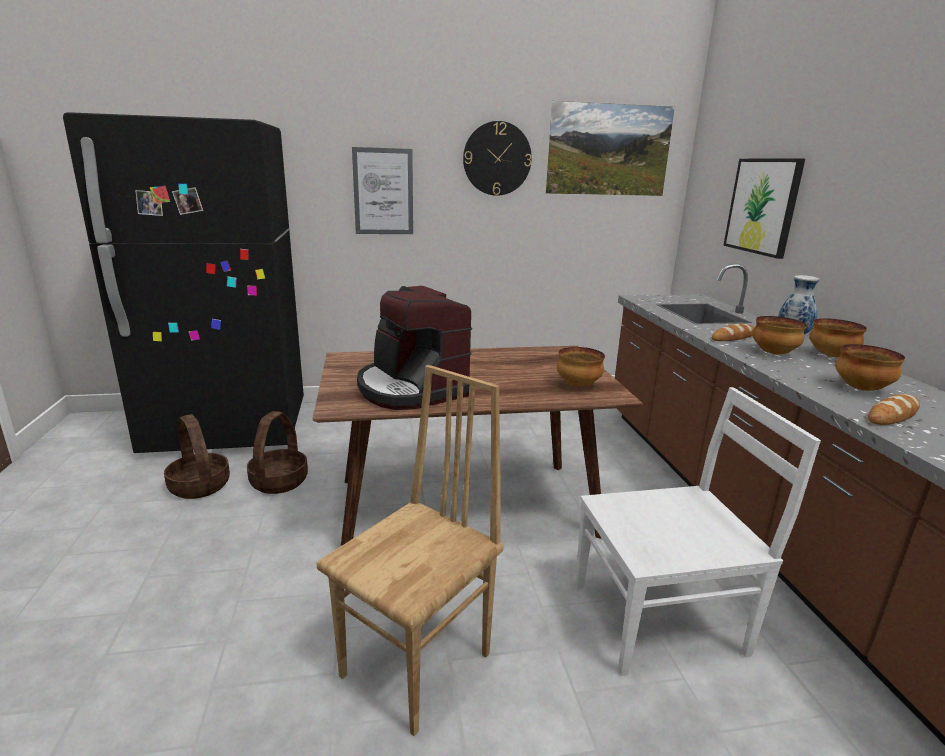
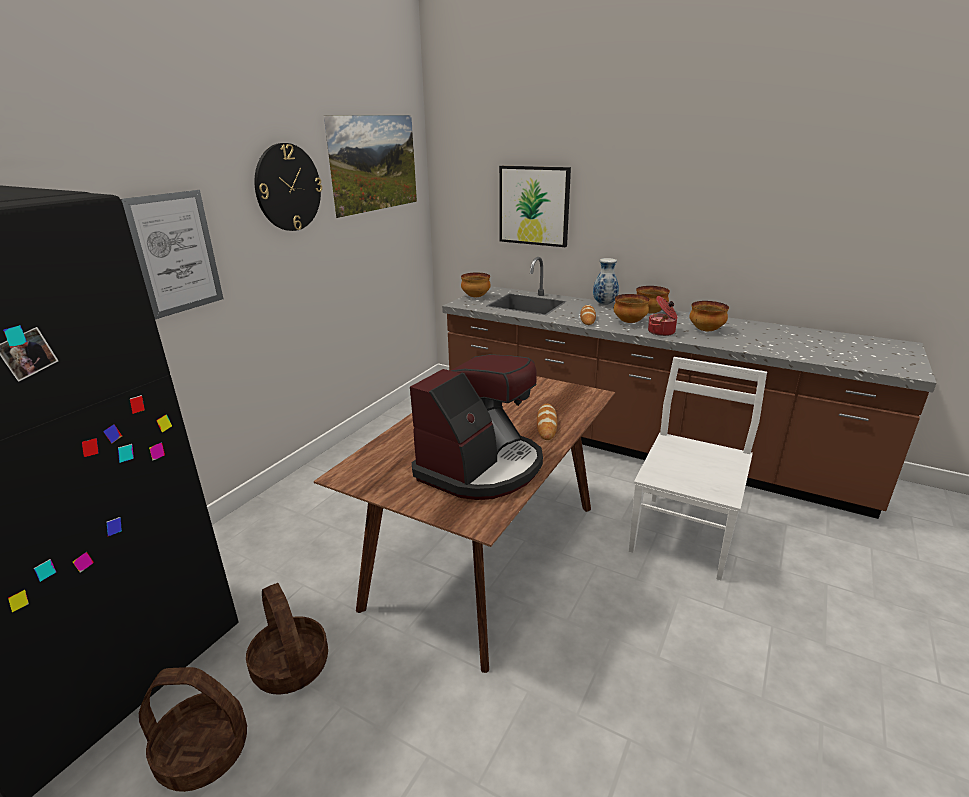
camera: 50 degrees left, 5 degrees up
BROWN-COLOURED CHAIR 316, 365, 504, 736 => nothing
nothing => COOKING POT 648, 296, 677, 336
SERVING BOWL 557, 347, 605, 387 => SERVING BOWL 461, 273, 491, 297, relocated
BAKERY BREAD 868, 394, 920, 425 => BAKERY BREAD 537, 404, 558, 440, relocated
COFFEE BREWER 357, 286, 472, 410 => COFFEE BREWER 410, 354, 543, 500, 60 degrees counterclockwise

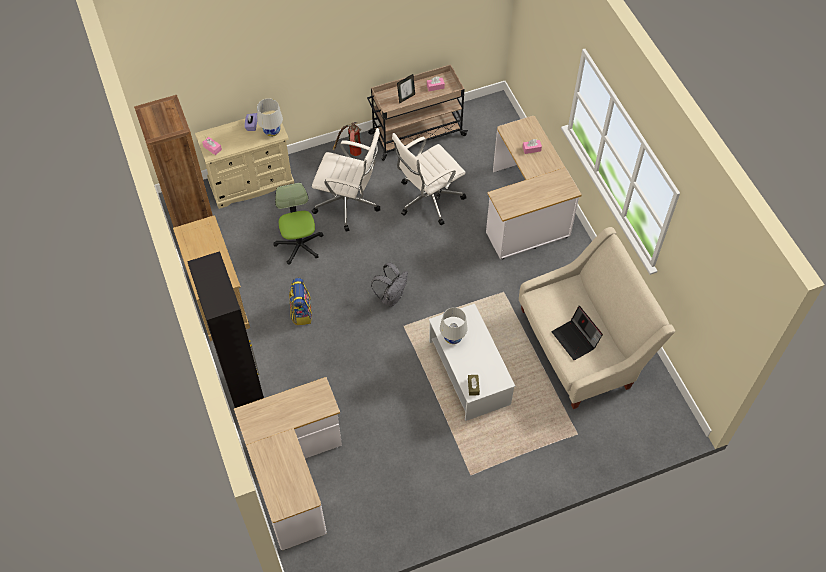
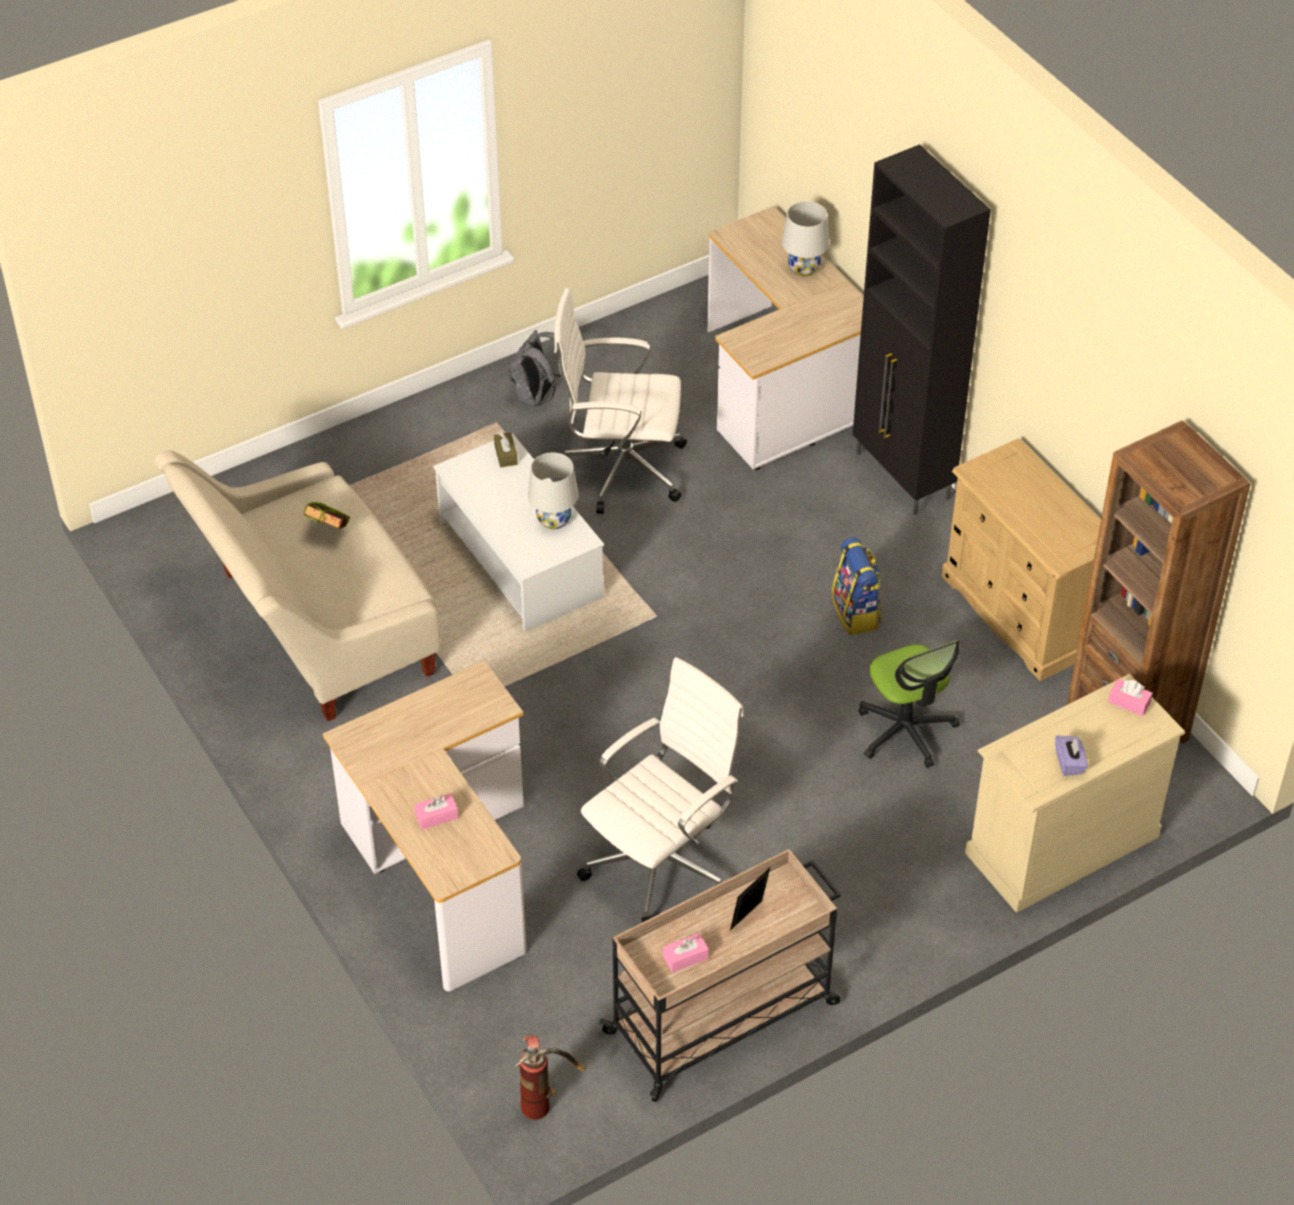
camera: 170 degrees right, 10 degrees down
WHITE-COLOURED LAMP FOR A TABLE 257, 99, 283, 137 => WHITE-COLOURED LAMP FOR A TABLE 782, 201, 829, 276, relocated
WHITE-COLOURED DESK CHAIR 312, 128, 380, 232 => WHITE-COLOURED DESK CHAIR 554, 288, 687, 514, relocated
EXTINGUISHER 333, 122, 361, 156 => EXTINGUISHER 516, 1035, 586, 1120, relocated
GREY BACKPACK 371, 263, 408, 307 => GREY BACKPACK 507, 330, 561, 407, relocated
NOTEBOOK COMPUTER 551, 306, 603, 360 => BOOK 303, 501, 350, 529

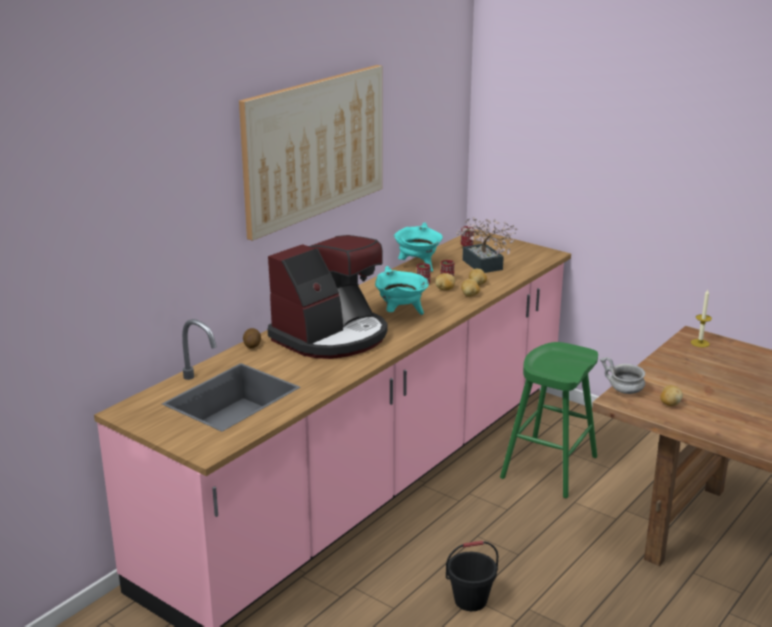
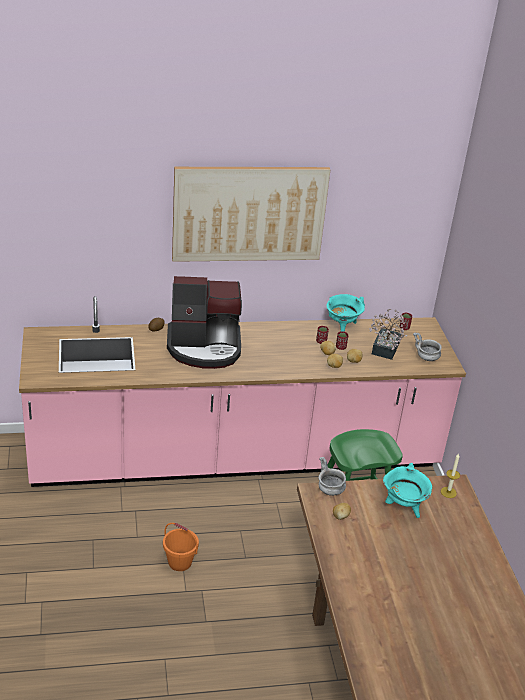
camera: 40 degrees right, 10 degrees up
nothing => GREY SERVING BOWL 413, 333, 442, 361
TURQUOISE-COLOURED COOKING POT 375, 266, 429, 315 => TURQUOISE-COLOURED COOKING POT 383, 463, 432, 518, relocated
BLACK PAIL 446, 541, 498, 611 => ORANGEY PAIL 163, 523, 199, 571

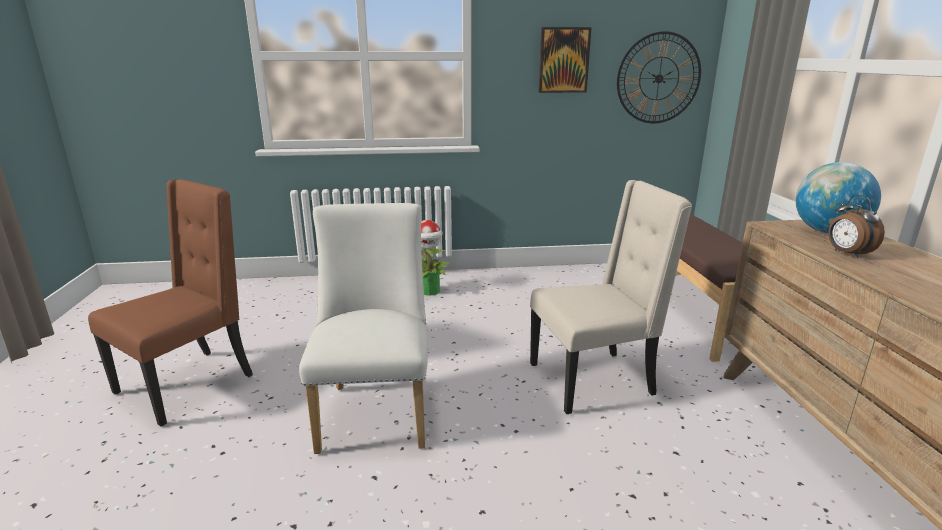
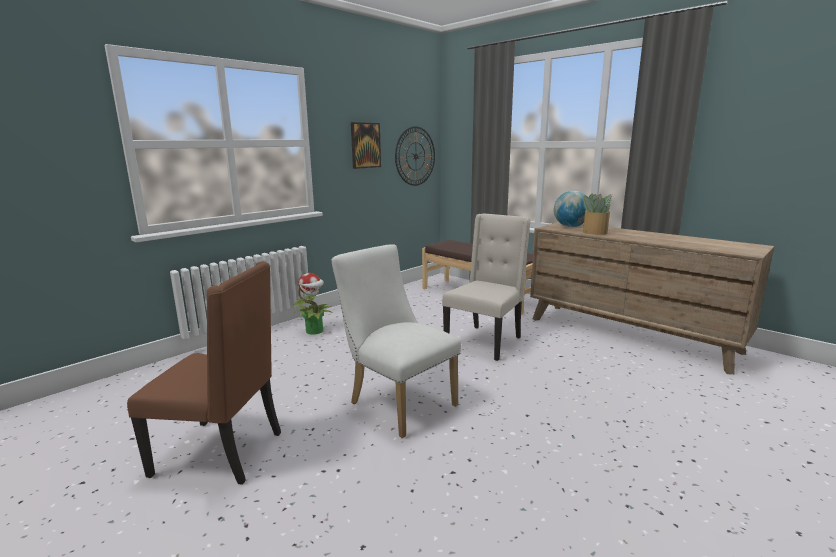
camera: 40 degrees left, 5 degrees down
BEDSIDE CLOCK 828, 195, 885, 258 => POTTED PLANT 583, 193, 612, 235
BROWN-COLOURED CHAIR 88, 179, 253, 427 => BROWN-COLOURED CHAIR 127, 262, 281, 485, 105 degrees clockwise

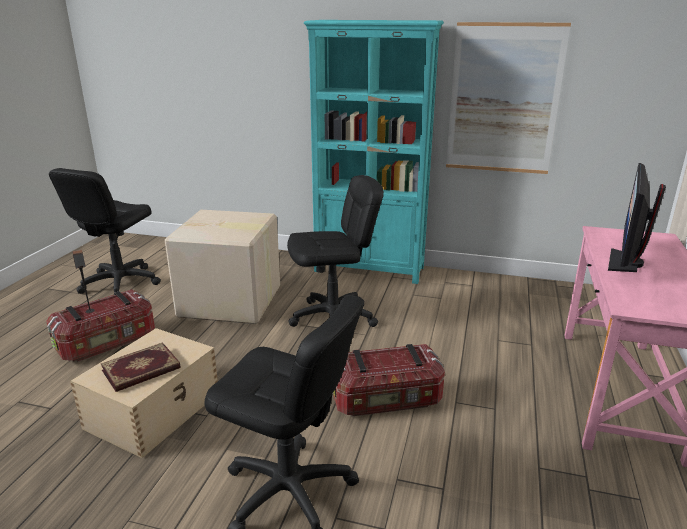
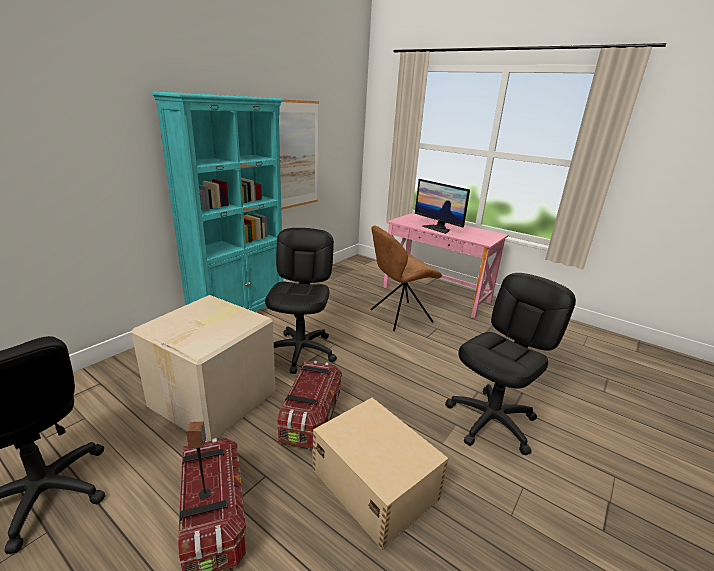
camera: 70 degrees left, 0 degrees up
BOOK 101, 342, 181, 392 => nothing
nothing => BROWN-COLOURED CHAIR 371, 225, 442, 331
STORAGE BOX 333, 344, 445, 416 => STORAGE BOX 278, 361, 342, 449, relocated

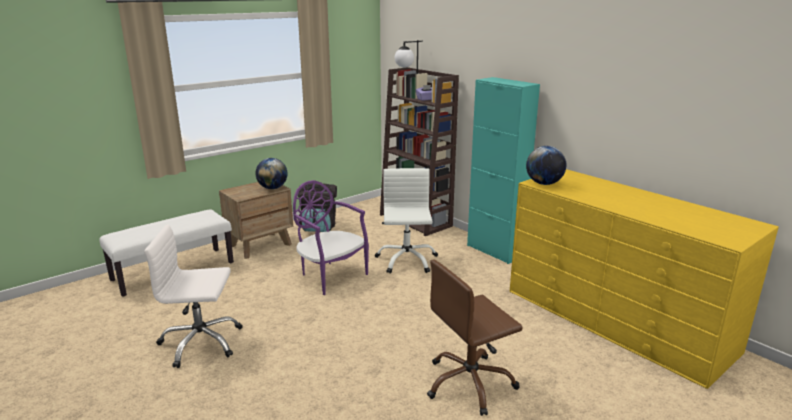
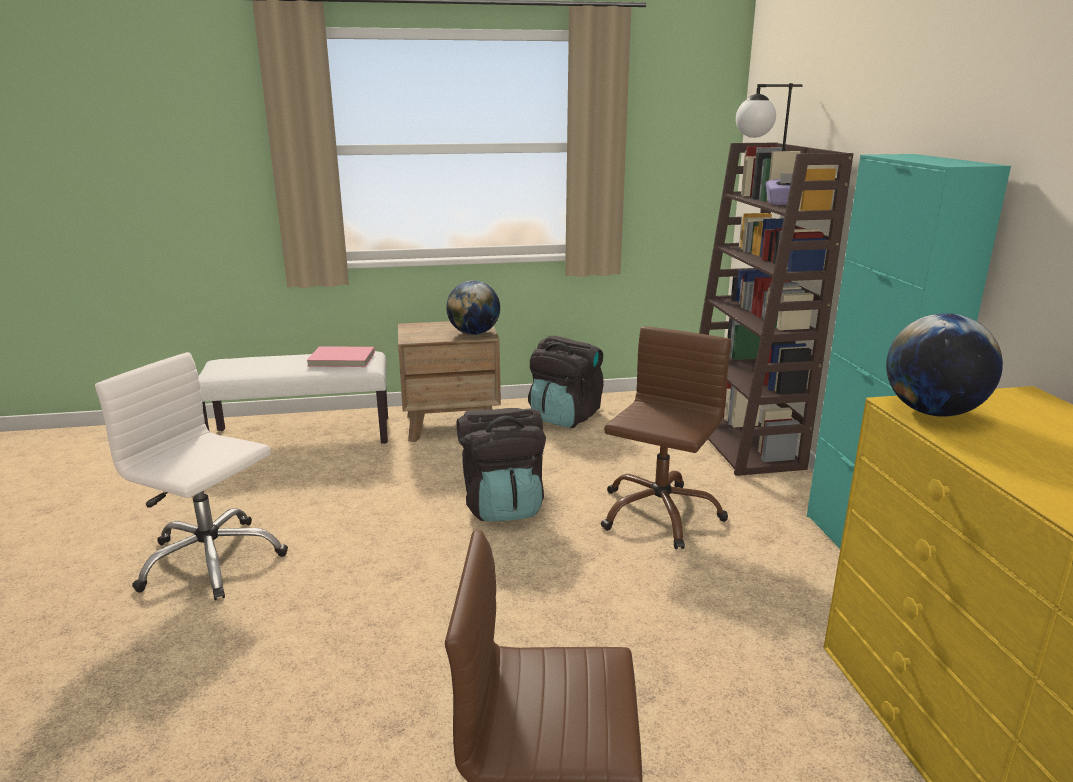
camera: 30 degrees right, 0 degrees up
nothing => PINKISH BOOK 307, 346, 375, 367
PURPLE-COLOURED CHAIR 293, 180, 369, 295 => BLACK BACKPACK 457, 408, 546, 521
WHITE-COLOURED DESK CHAIR 375, 168, 438, 274 => BROWN-COLOURED DESK CHAIR 601, 326, 731, 549

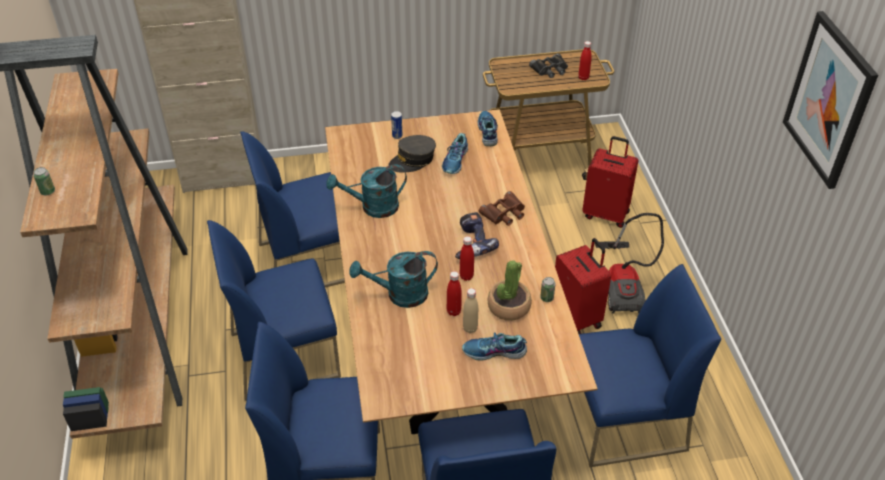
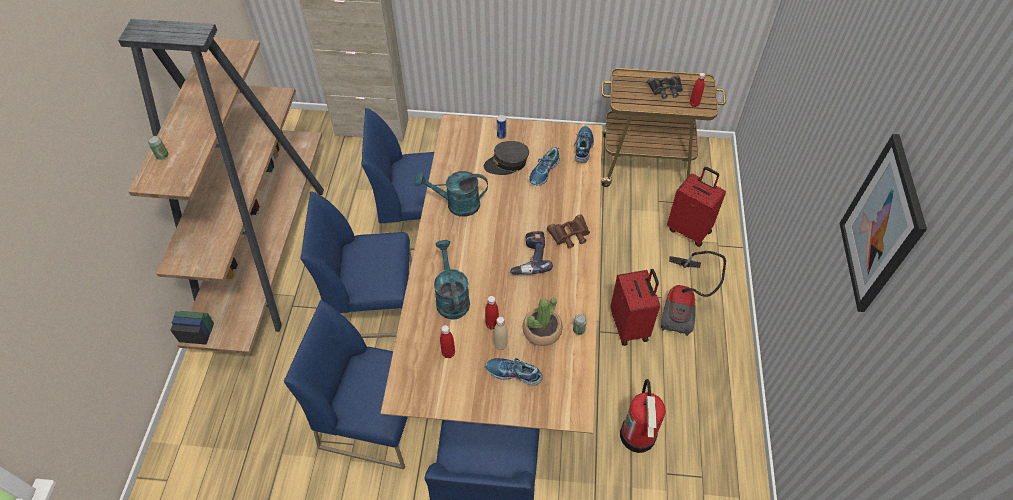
camera: 15 degrees right, 10 degrees up
RED-COLOURED BEVERAGE BOTTLE 460, 236, 474, 281 => RED-COLOURED BEVERAGE BOTTLE 440, 325, 455, 358, relocated
BLUISH CHAIR 579, 264, 721, 467 => EXTINGUISHER 620, 379, 666, 453
TURQUOISE-COLOURED WATERING POT 349, 251, 438, 308 => TURQUOISE-COLOURED WATERING POT 434, 240, 470, 320, 75 degrees clockwise

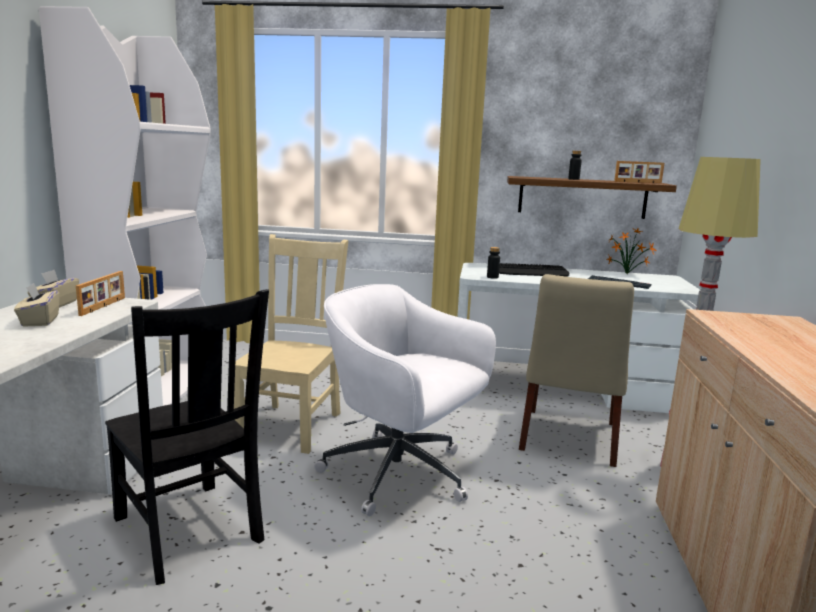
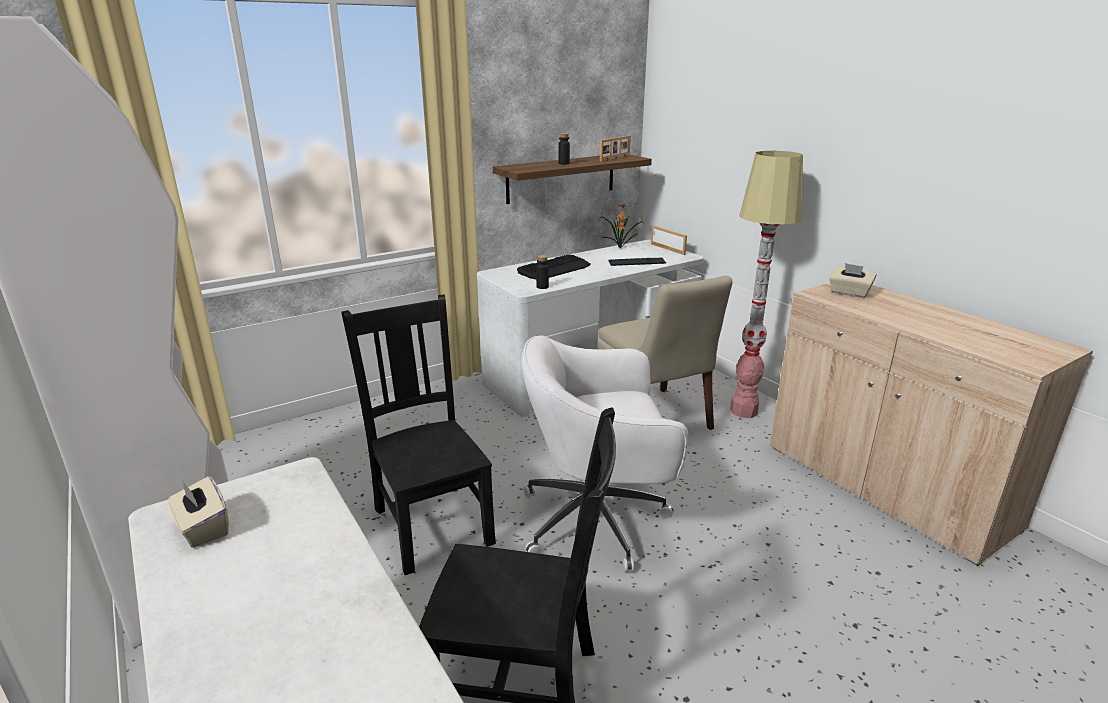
camera: 40 degrees left, 10 degrees up
BEIGE TISSUE HOLDER 14, 283, 60, 327 => BEIGE TISSUE HOLDER 829, 263, 877, 298, relocated
PICTURE FRAME 76, 271, 125, 316 => PICTURE FRAME 651, 226, 687, 255, relocated
BEIGE CHAIR 234, 234, 348, 454 => BLACK CHAIR 341, 295, 496, 575

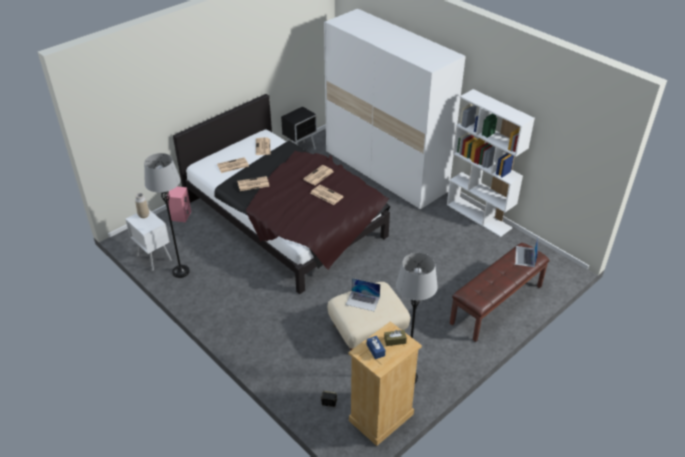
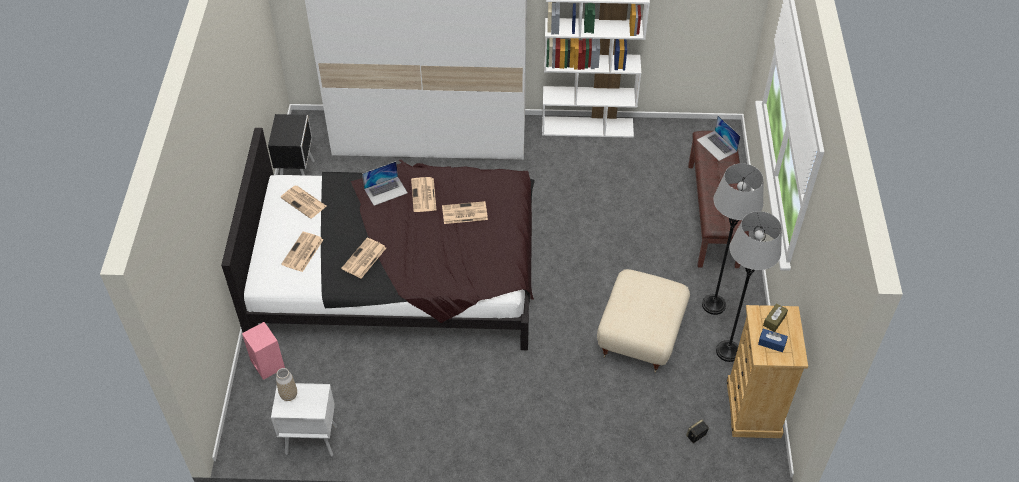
camera: 45 degrees left, 10 degrees up
GREY STANDARD LAMP 144, 153, 190, 278 => GREY STANDARD LAMP 702, 163, 763, 315, relocated
NOTEBOOK COMPUTER 346, 278, 380, 311 => NOTEBOOK COMPUTER 362, 161, 408, 206, relocated

